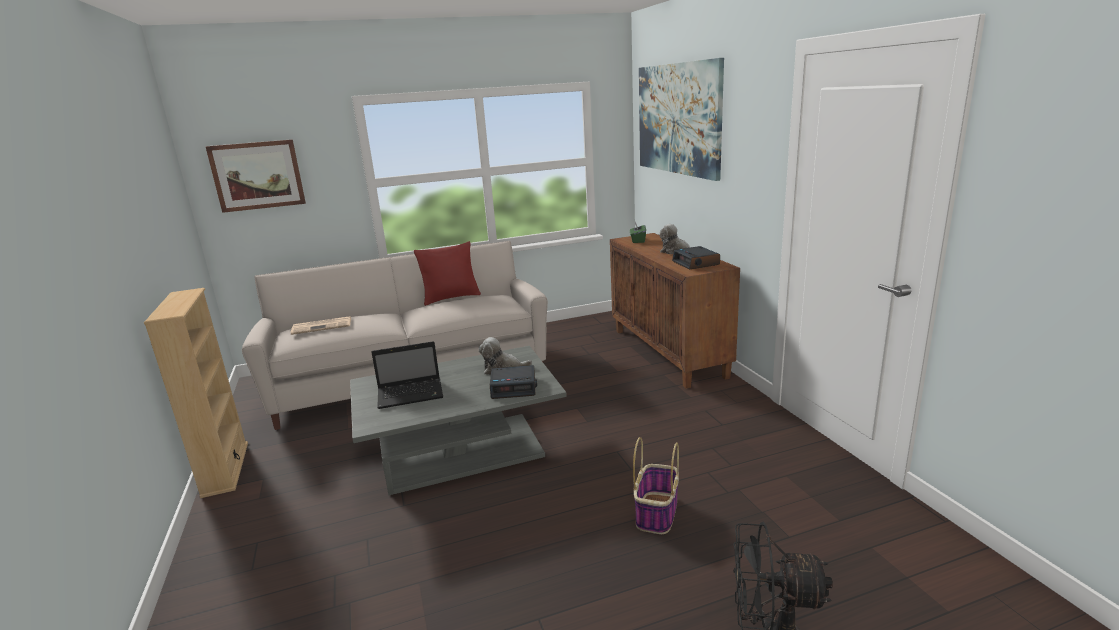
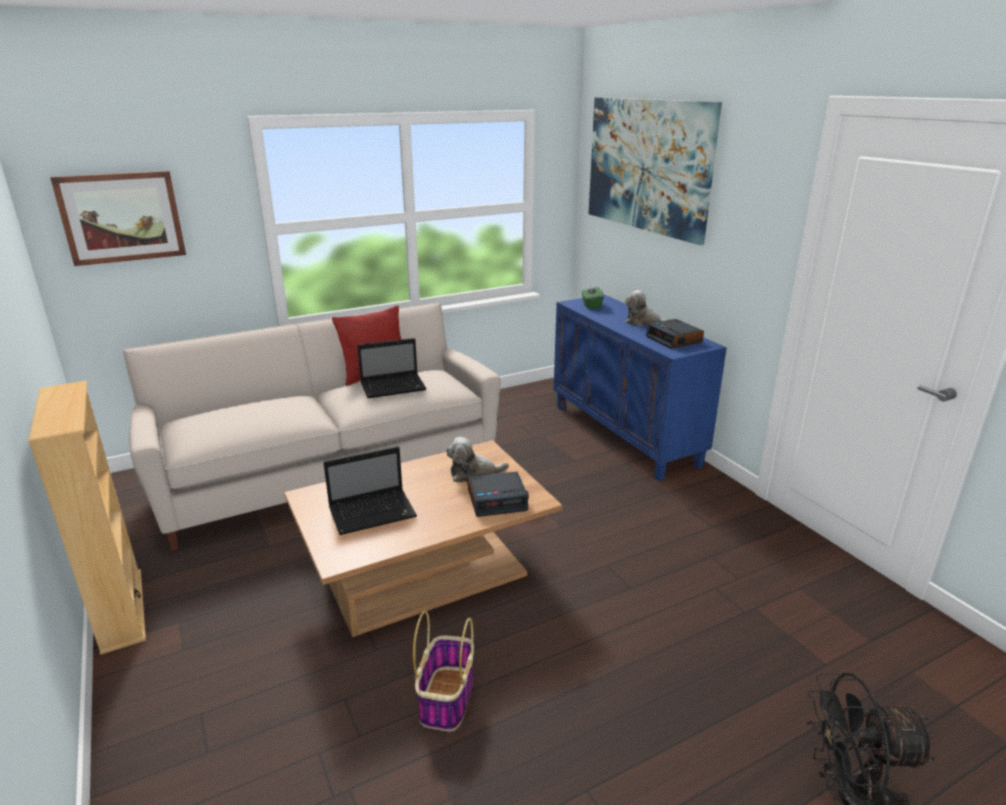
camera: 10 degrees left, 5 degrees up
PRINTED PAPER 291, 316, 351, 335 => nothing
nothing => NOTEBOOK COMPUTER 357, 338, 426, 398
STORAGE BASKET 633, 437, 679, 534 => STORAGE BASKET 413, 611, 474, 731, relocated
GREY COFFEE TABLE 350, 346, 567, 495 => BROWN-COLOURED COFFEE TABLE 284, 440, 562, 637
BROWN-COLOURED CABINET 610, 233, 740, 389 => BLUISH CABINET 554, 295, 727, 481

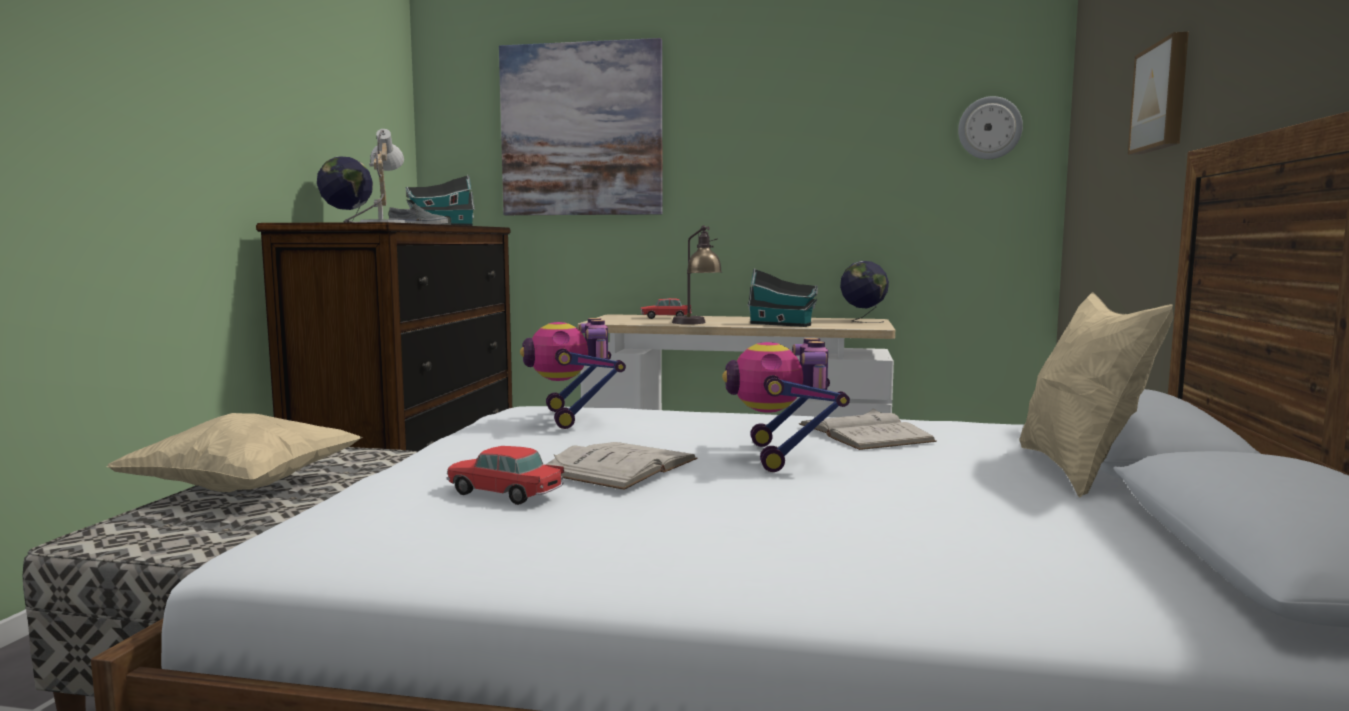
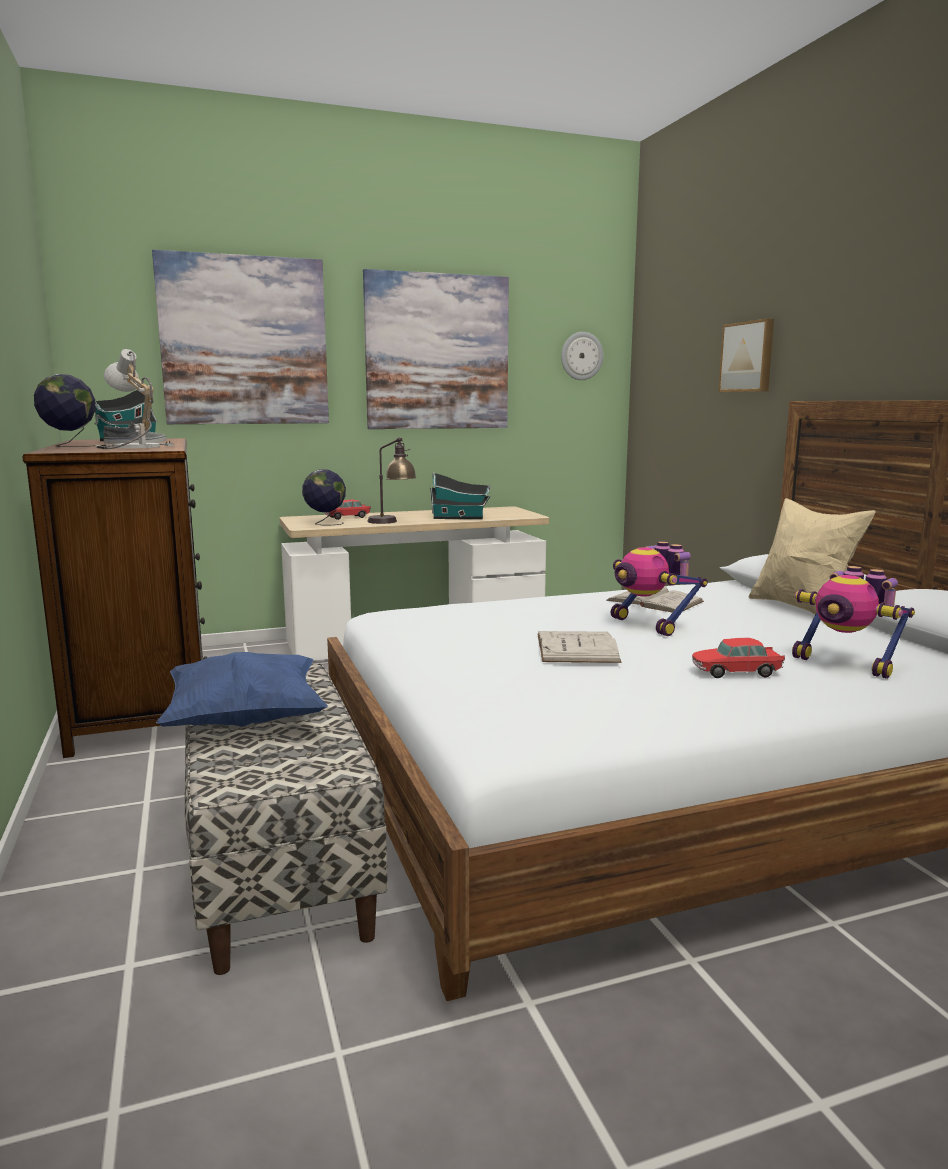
camera: 30 degrees left, 5 degrees up
nothing => PICTURE 363, 269, 509, 429
MODEL CAR 447, 446, 564, 505 => MODEL CAR 692, 638, 785, 678, relocated
TOY ROBOT 520, 318, 626, 429 => TOY ROBOT 792, 566, 915, 679, relocated
WORLD GLOBE 840, 261, 889, 323 => WORLD GLOBE 302, 469, 346, 525, relocated
BEIGE CUSHION 107, 413, 363, 492 => BLUISH CUSHION 156, 652, 328, 727

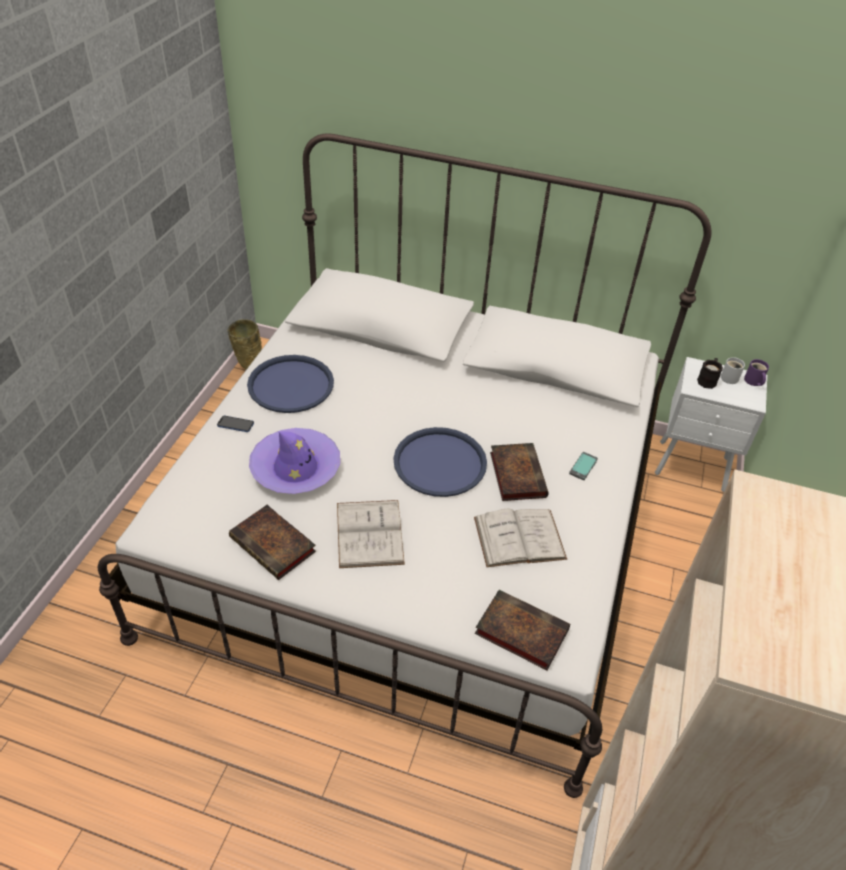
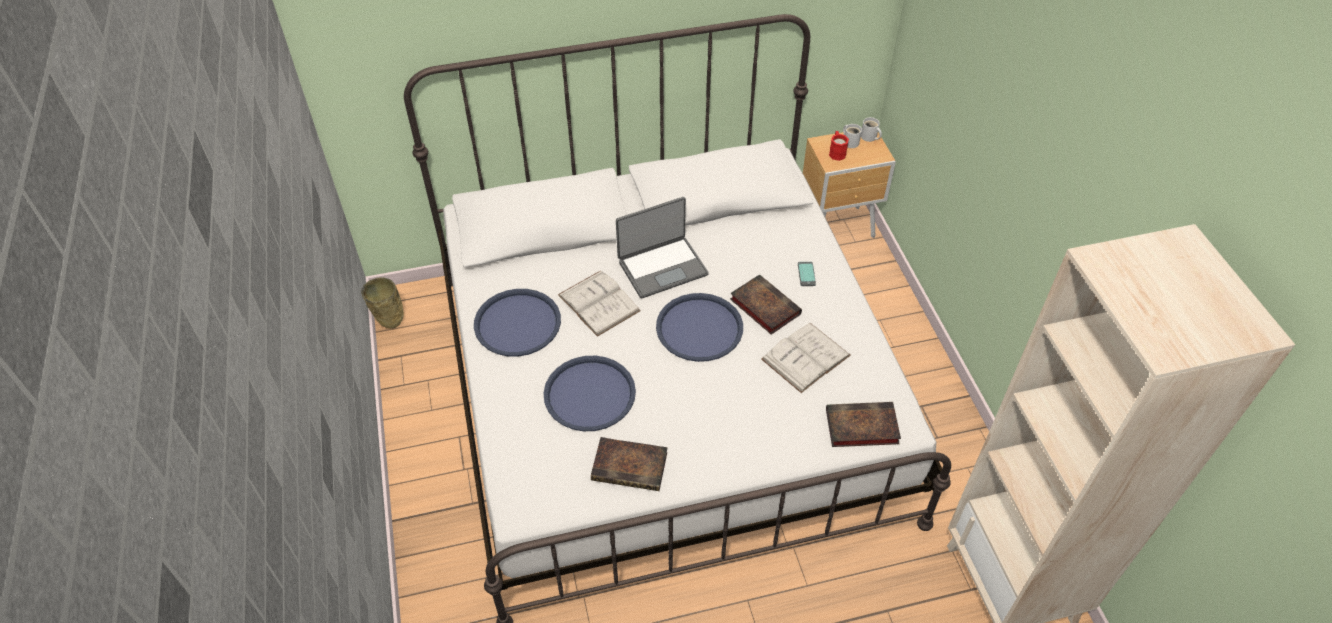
camera: 30 degrees left, 5 degrees up
HANDSET 217, 416, 254, 432 => nothing
nothing => NOTEBOOK COMPUTER 616, 197, 709, 299
WHITE-COLOURED BOOK 337, 500, 405, 568 => WHITE-COLOURED BOOK 558, 271, 641, 337, relocated
PURPLE-COLOURED CLOTHING HAT 249, 428, 340, 494 => BLUISH TRAY 544, 356, 636, 431
WHITE-COLOURED NIGHTSTAND 655, 357, 767, 492 => BROWN-COLOURED NIGHTSTAND 803, 132, 896, 238
BLACK TEA MUG 697, 358, 723, 389 => RED-COLOURED TEA MUG 829, 131, 849, 161
PURPLE-COLOURED TEA MUG 744, 359, 769, 386 => WHITE-COLOURED TEA MUG 861, 117, 882, 142

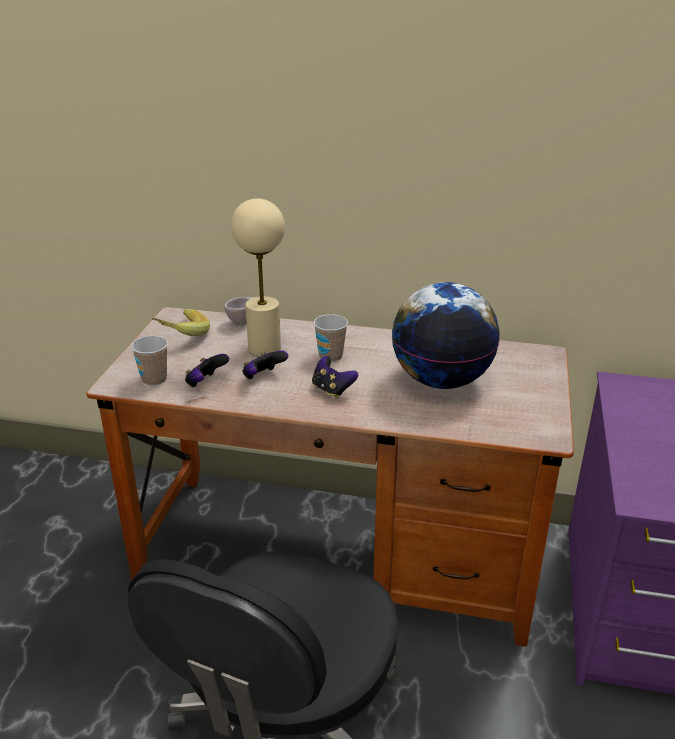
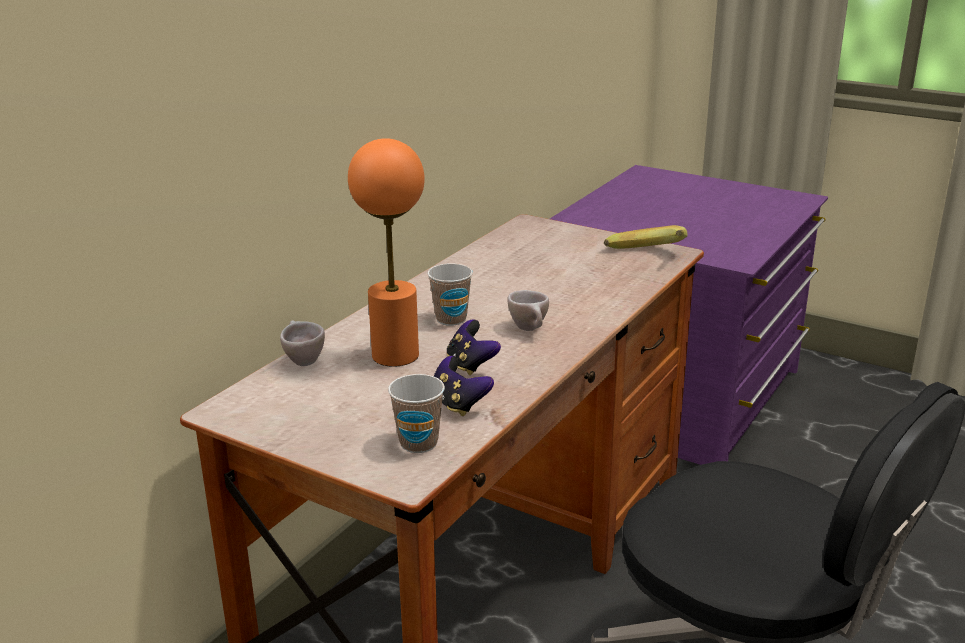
camera: 70 degrees left, 5 degrees down
WORLD GLOBE 392, 282, 500, 389 => nothing
BANANA FRUIT 152, 309, 210, 336 => BANANA FRUIT 604, 225, 688, 249, relocated
GAMEPAD 312, 356, 358, 398 => BEIGE SMALL CUP 507, 290, 549, 331
BEIGE LAMP FOR A TABLE 231, 198, 285, 357 => ORANGEY LAMP FOR A TABLE 348, 138, 425, 367

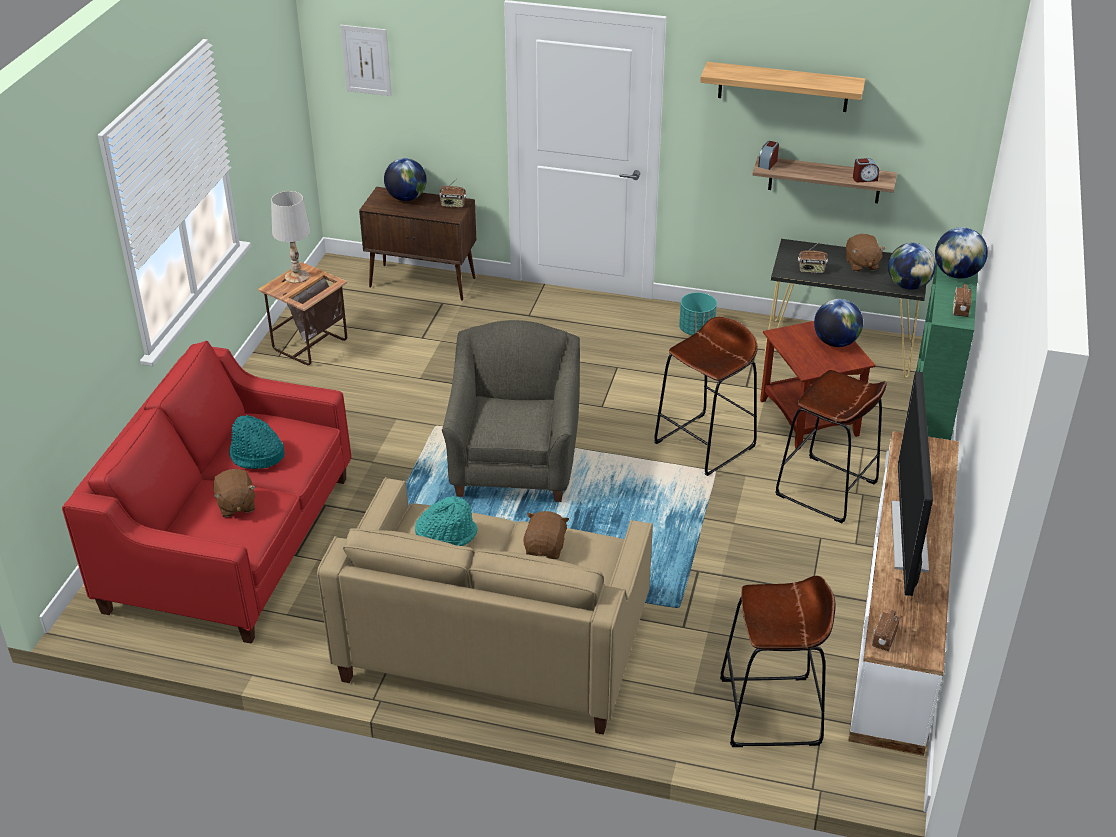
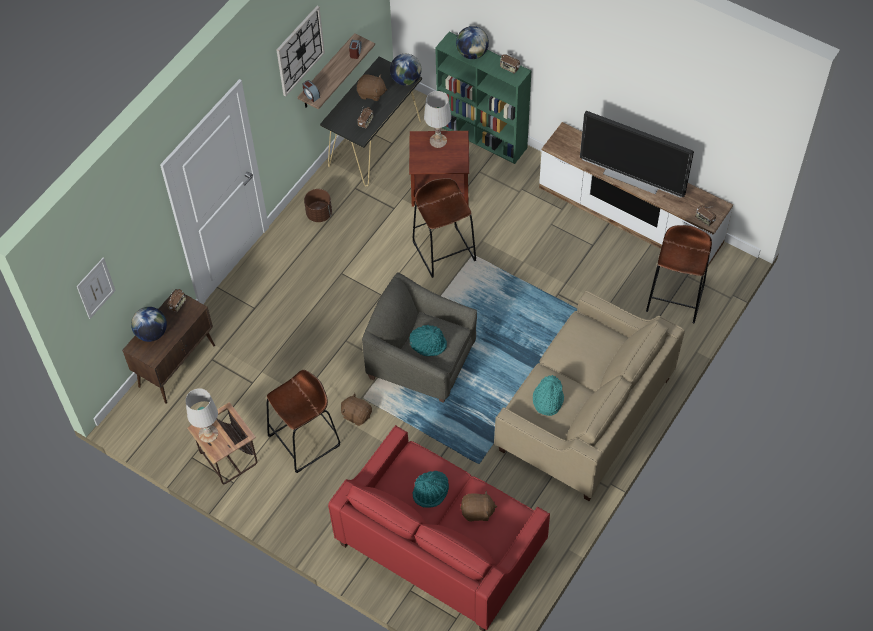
camera: 70 degrees left, 20 degrees up
nothing => TURQUOISE-COLOURED CLOTHING HAT 410, 325, 447, 356
BROWN-COLOURED PLUSH TOY 523, 511, 569, 559 => BROWN-COLOURED PLUSH TOY 341, 393, 372, 426, relocated
BROWN-COLOURED STOOL 775, 370, 887, 523 => BROWN-COLOURED STOOL 267, 370, 340, 473, relocated
SHELF 700, 62, 865, 112 => HANGING CLOCK 276, 6, 325, 96
WORLD GLOBE 814, 299, 863, 347 => WHITE-COLOURED LAMP FOR A TABLE 424, 91, 451, 148
TURQUOISE-COLOURED PLANT POT 679, 292, 717, 335 => BROWN-COLOURED PLANT POT 304, 189, 332, 222

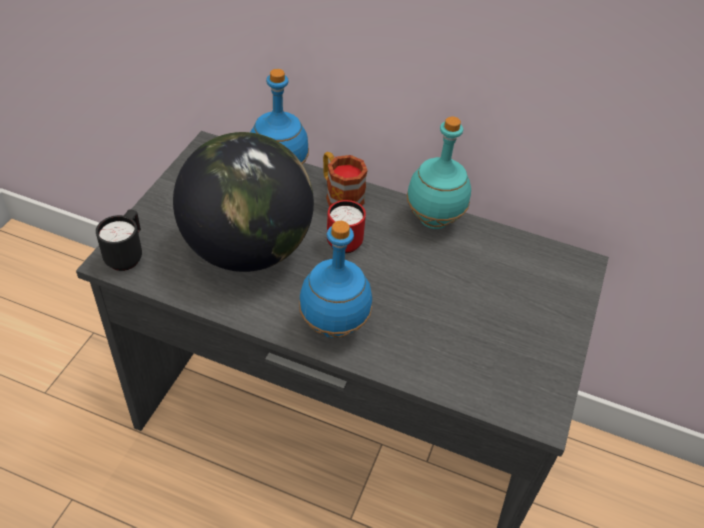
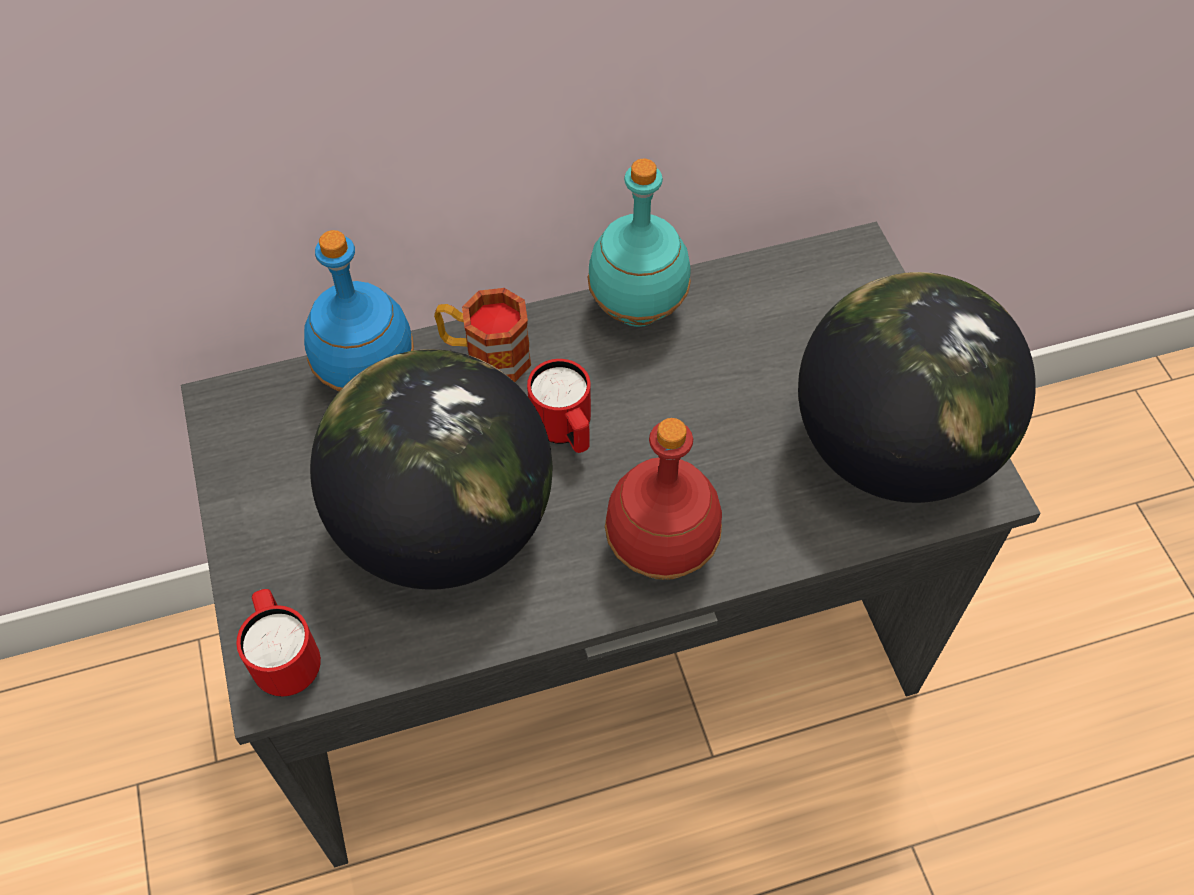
camera: 35 degrees left, 10 degrees up
nothing => WORLD GLOBE 798, 272, 1036, 503
BLACK TEA MUG 96, 209, 142, 271 => RED-COLOURED TEA MUG 236, 589, 321, 697
BLUISH BEVERAGE BOTTLE 299, 221, 372, 338 => RED-COLOURED BEVERAGE BOTTLE 605, 418, 722, 580

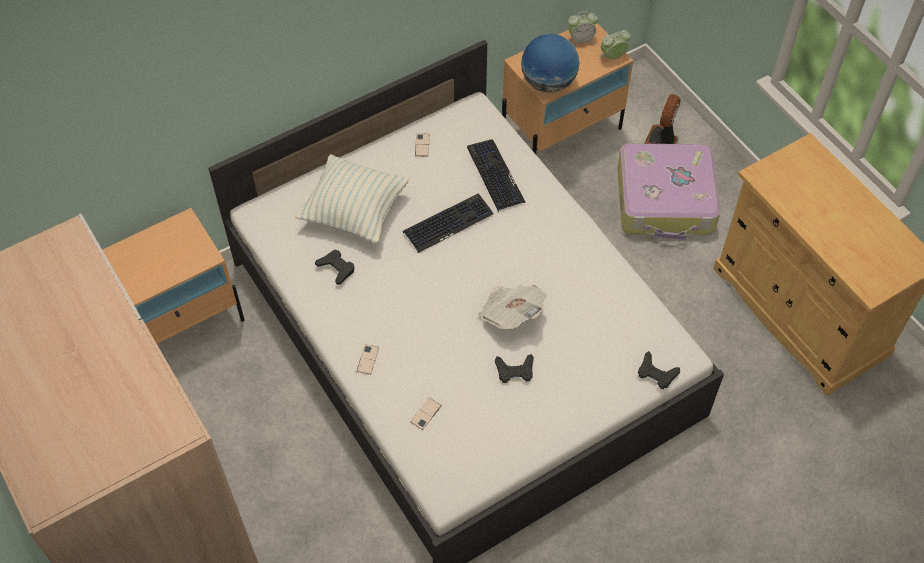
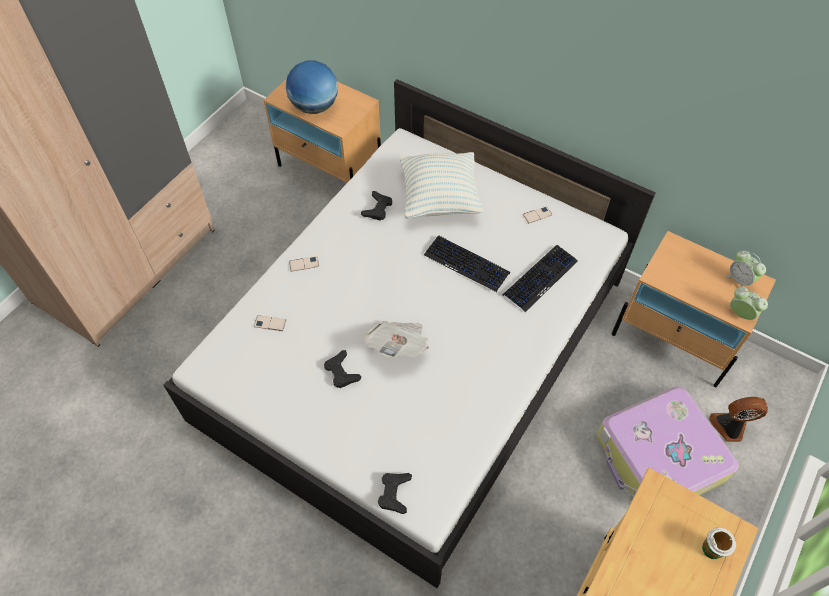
camera: 65 degrees right, 0 degrees up
nothing => SMALL CUP 702, 528, 736, 559
WORLD GLOBE 521, 34, 579, 93 => WORLD GLOBE 286, 60, 338, 114, relocated

